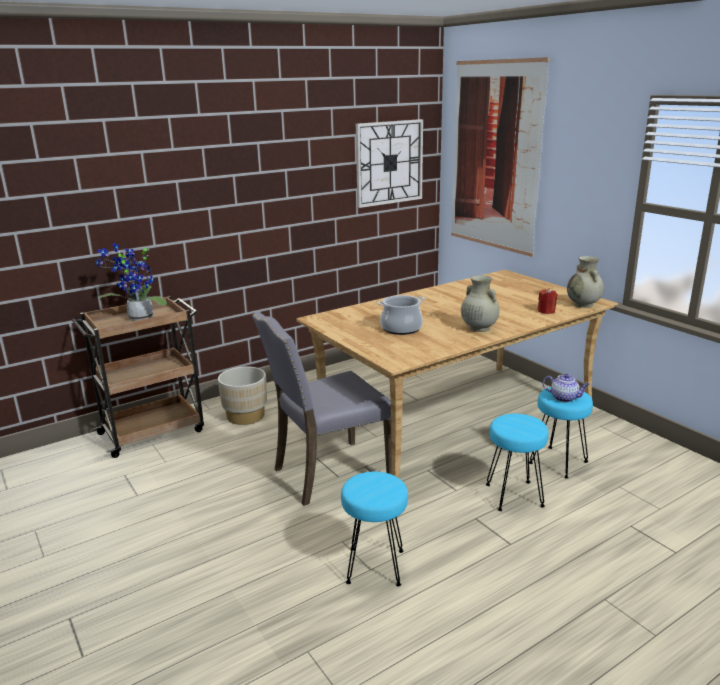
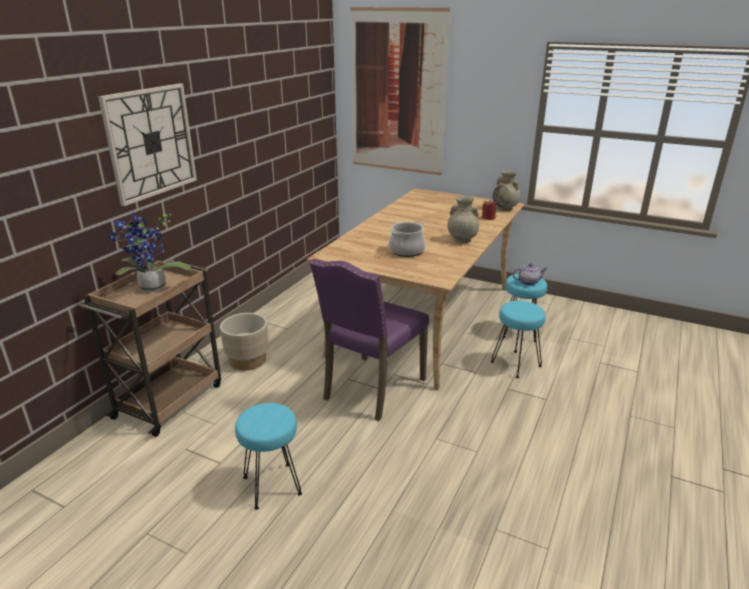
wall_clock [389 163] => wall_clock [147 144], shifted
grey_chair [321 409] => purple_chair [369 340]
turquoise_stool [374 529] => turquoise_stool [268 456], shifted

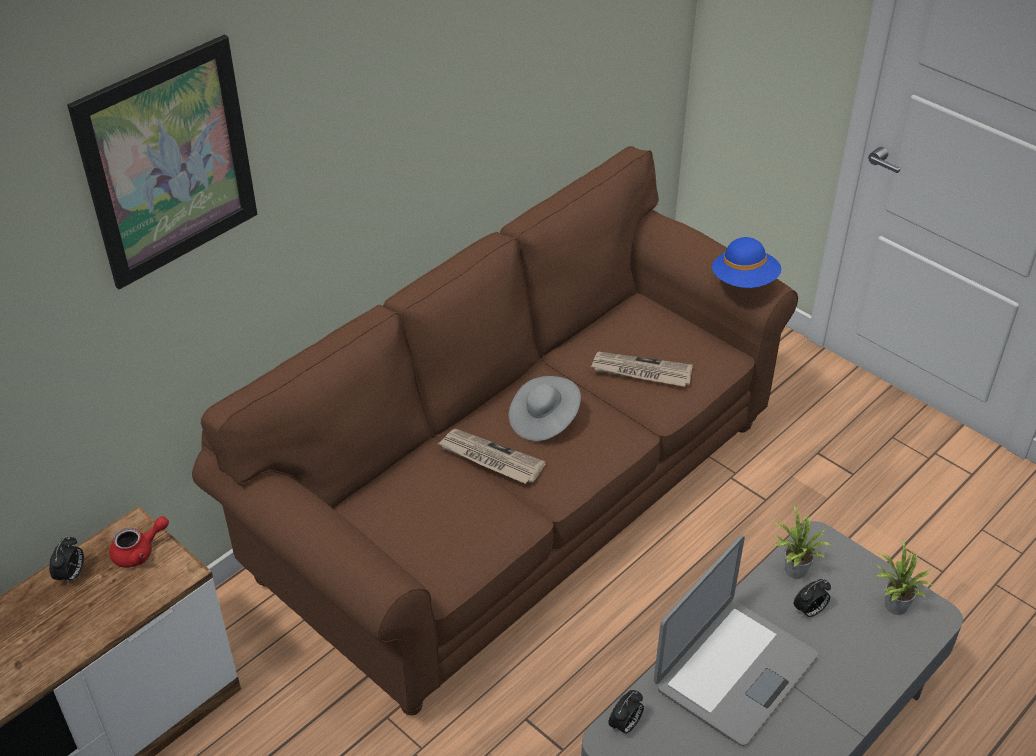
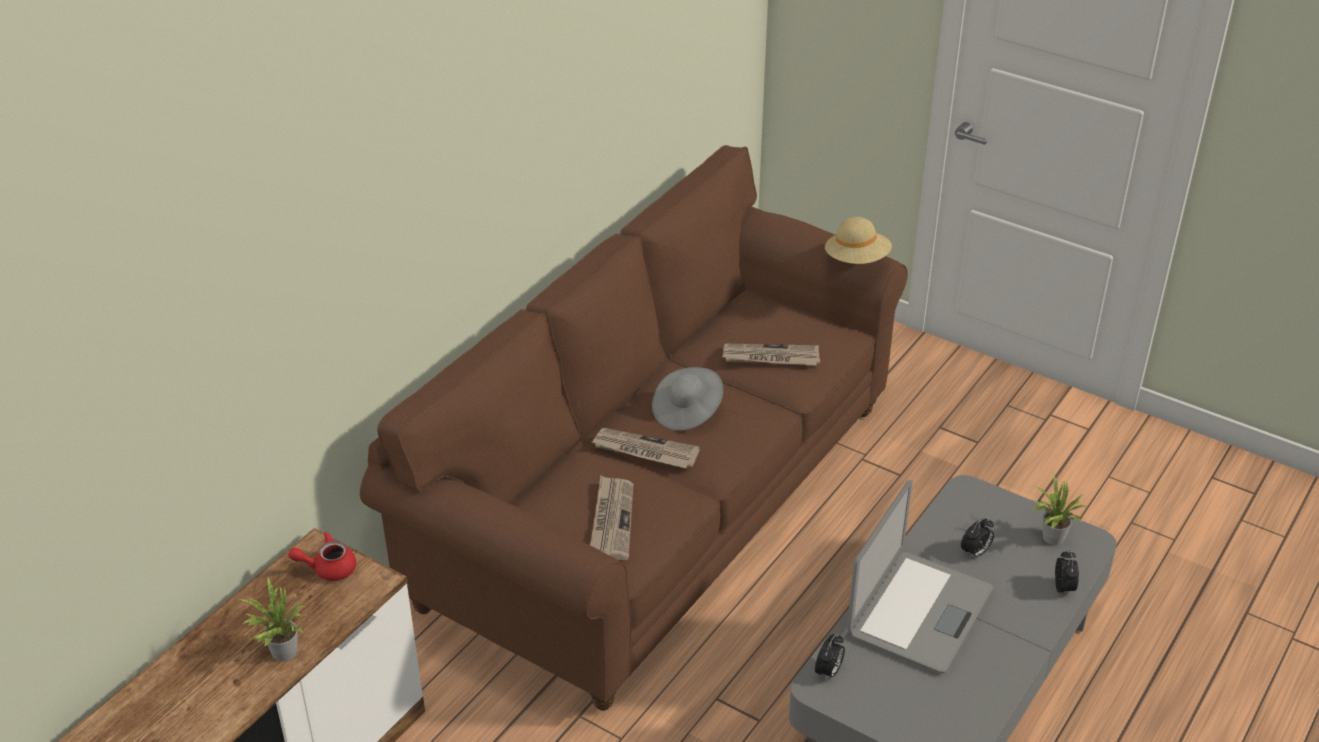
picture [162 162] => nothing
blue_hat [746 262] => beige_hat [858 240]
potted_plant [801 542] => potted_plant [271 619], shifted
red_teapot [139 542] => red_teapot [322 556], 150 degrees counterclockwise
alarm_clock [66 561] => alarm_clock [1067 573], shifted
nothing => newspaper [611 518]

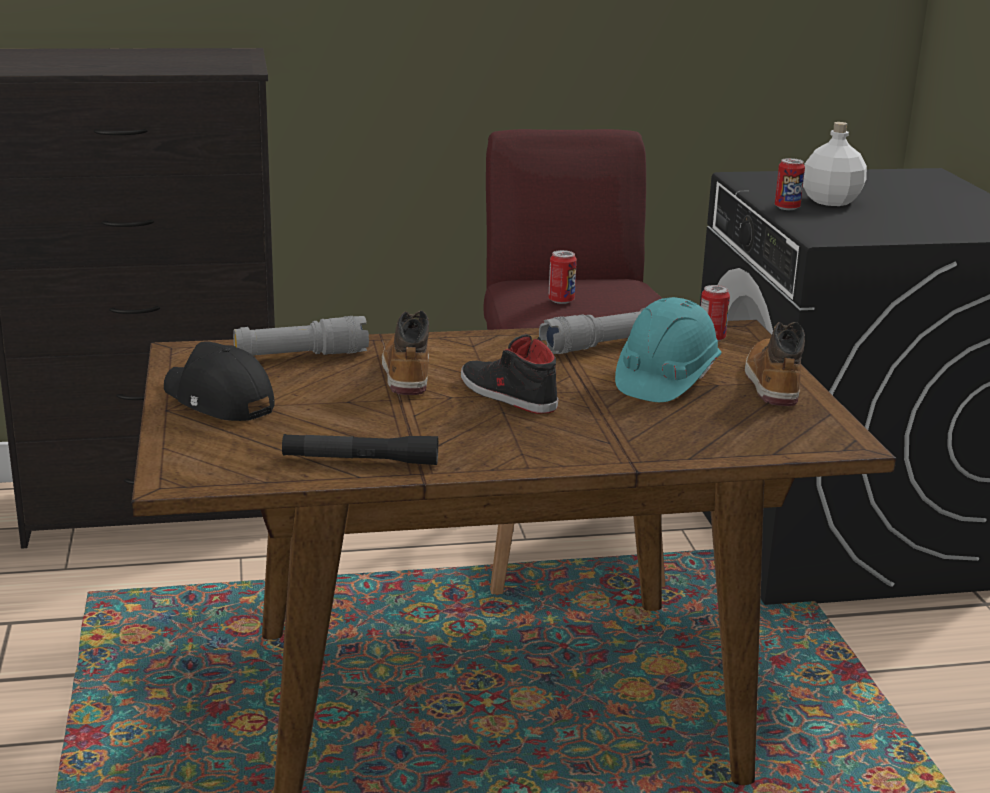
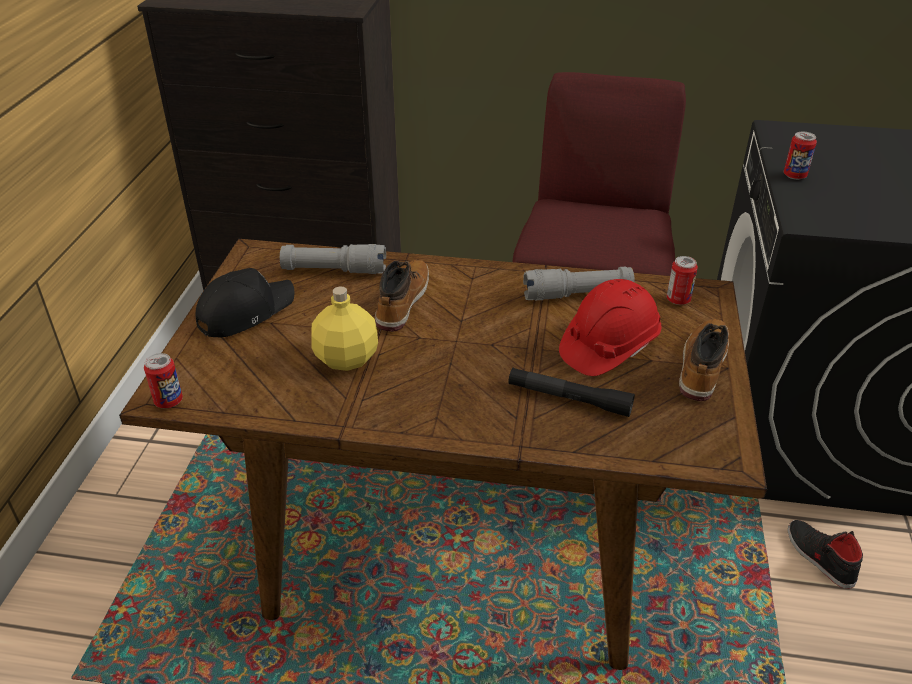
white_bottle [835 164] => nothing
can [562 277] => can [163 380], shifted
turquoise_hard_hat [668 349] => red_hard_hat [610 327]
black_shoe [510 374] => black_shoe [825 554], shifted
black_cap [219 381] => black_cap [245 302], 75 degrees clockwise
black_flashlight [360 449] => black_flashlight [571 392], shifted
nothing => yellow_bottle [344 328]

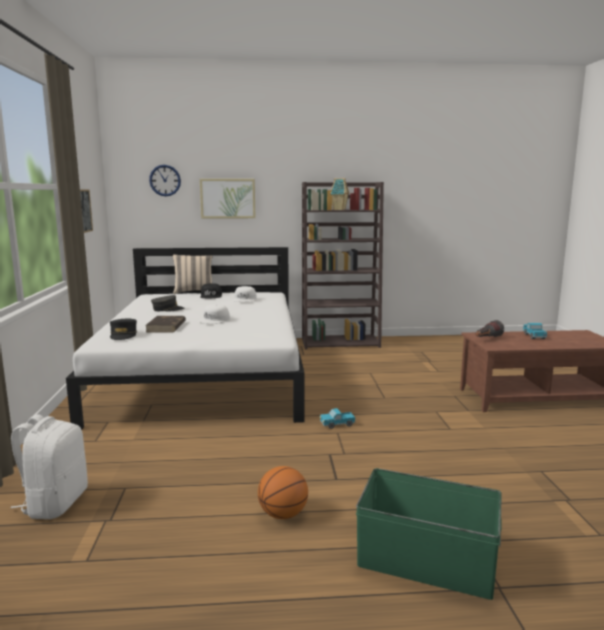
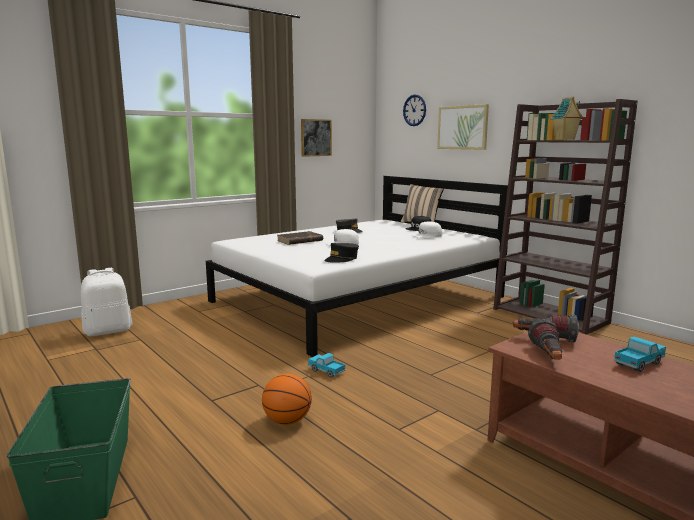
black_cap [123 329] => black_cap [341 253], shifted
basketball [283 492] => basketball [287 399], shifted
nothing => flashlight [545 339]

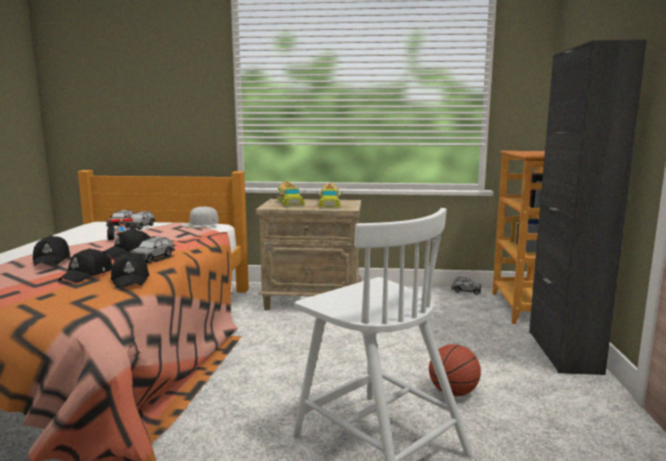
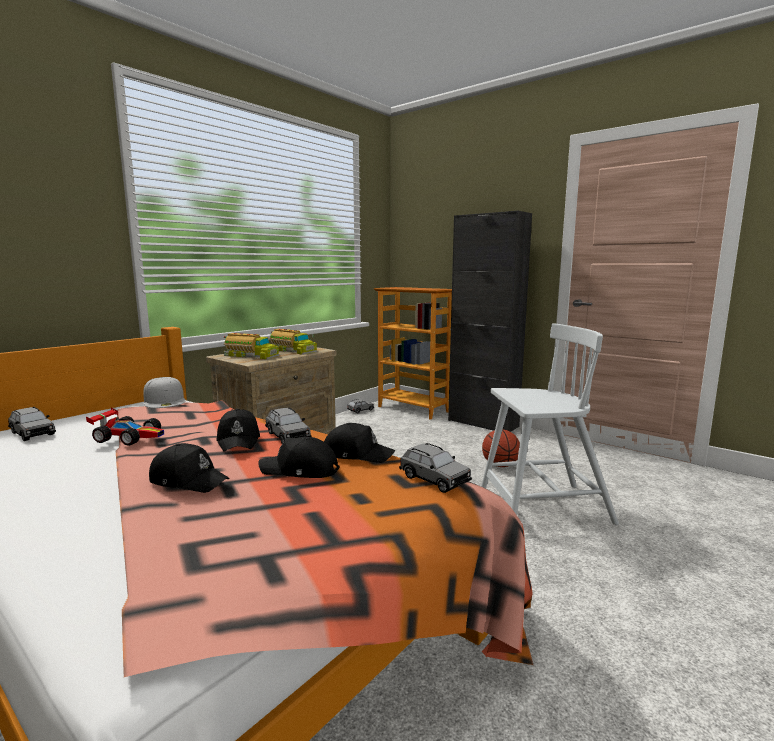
grey_toy_car [140 220] => grey_toy_car [435 468], shifted
black_cap [85 265] => black_cap [299 457], 135 degrees clockwise

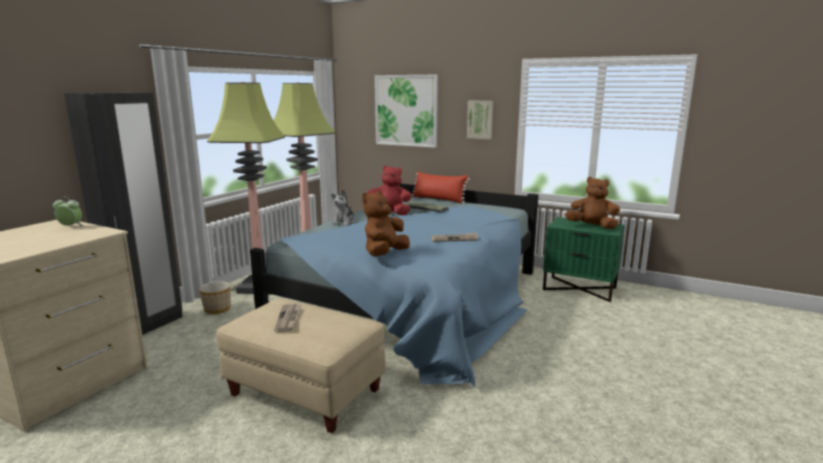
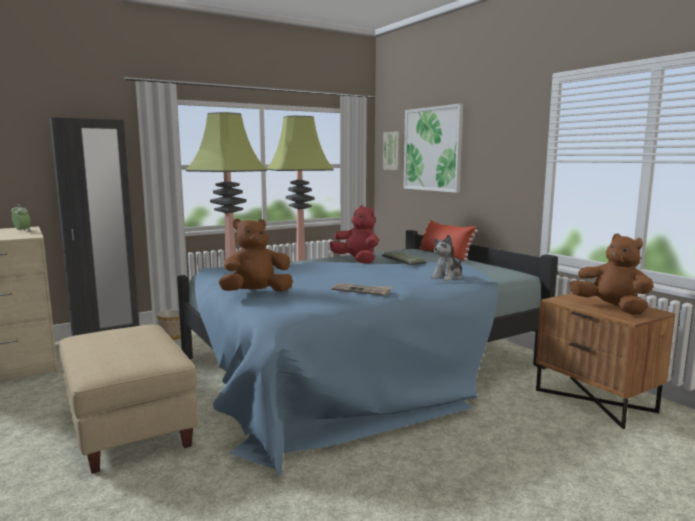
picture [480 119] => picture [392 150], shifted
plush_toy [343 208] => plush_toy [446 258], shifted
green_nightstand [584 259] => brown_nightstand [605 361]
newspaper [288 318] => nothing

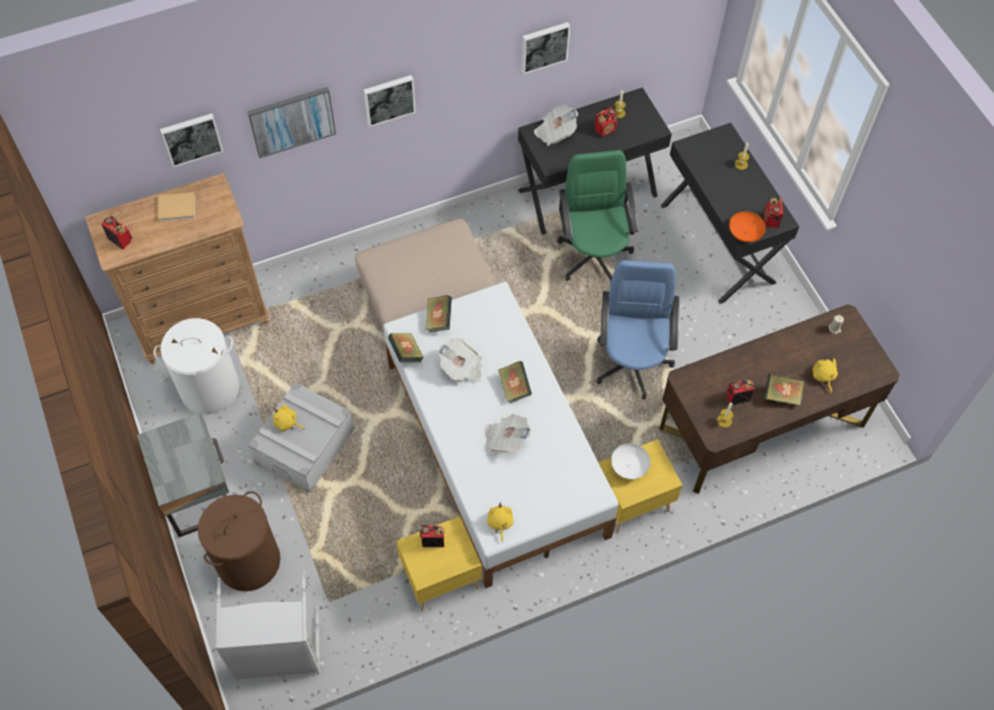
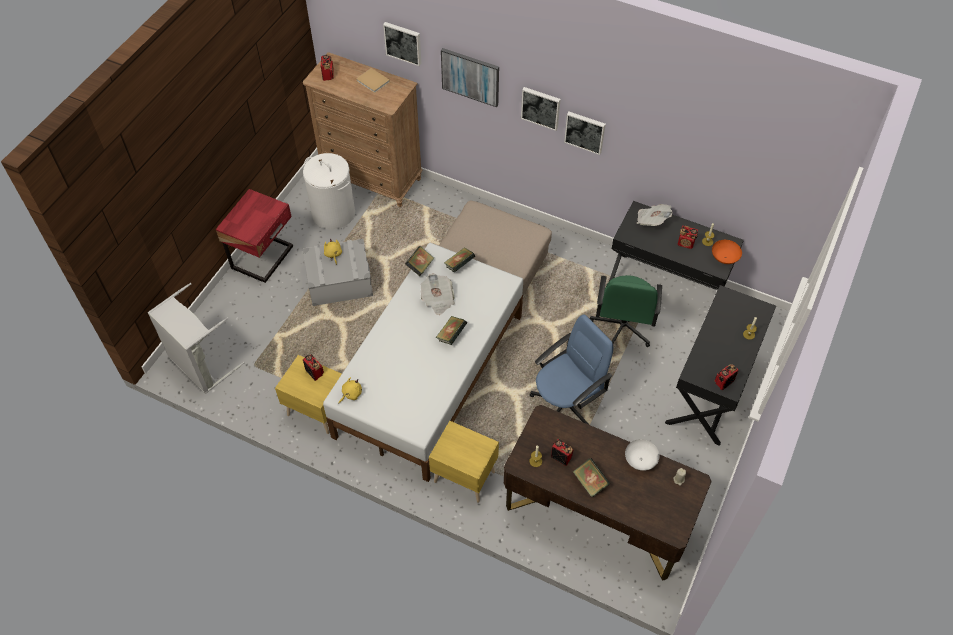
picture [545 48] => picture [585 133], shifted
green_office_chair [598 217] => green_office_chair [626 311], 150 degrees clockwise
orange_bowl [747 226] => orange_bowl [727 252], shifted
yellow_plush_toy [825 374] => nothing
grey_nightstand [183 474] => red_nightstand [254 236]
newspaper [508 434] => nothing
white_bowl [630 461] => white_bowl [642 455], shifted
brown_laundry_basket [239 541] => nothing

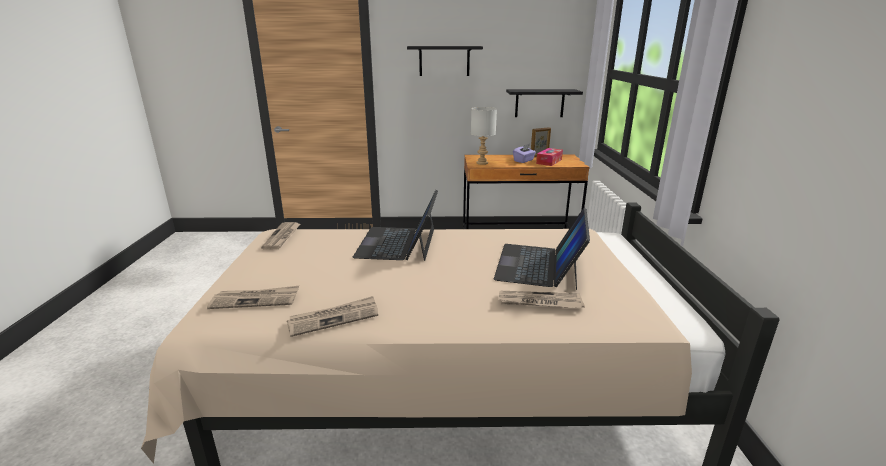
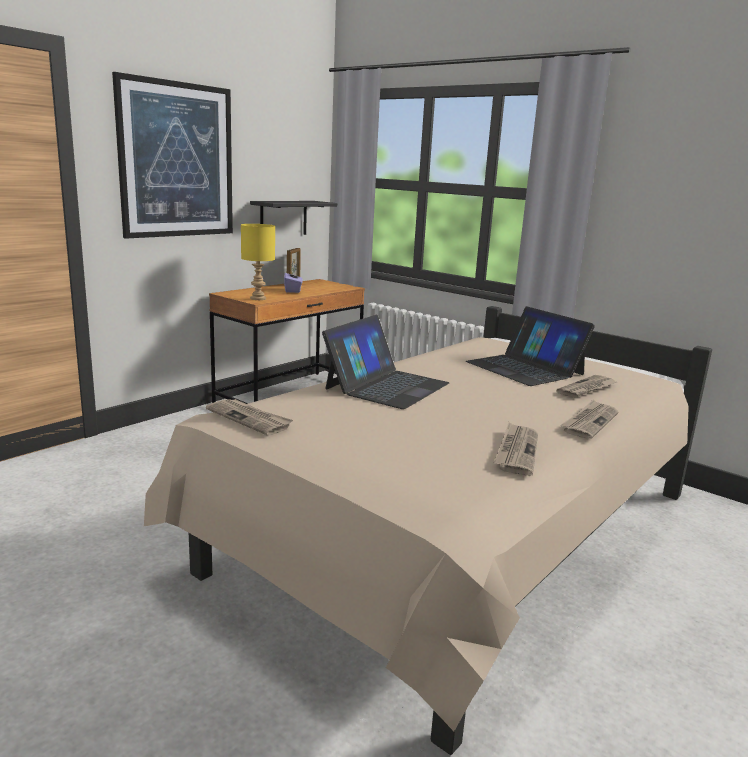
black_shelf [445 61] => picture [172 155]
grey_table_lamp [484 136] => yellow_table_lamp [258 262]
tissue_box [549 157] => nothing
laptop [395 225] => laptop [385 362], 105 degrees counterclockwise
newspaper [253 297] => newspaper [589 419], shifted

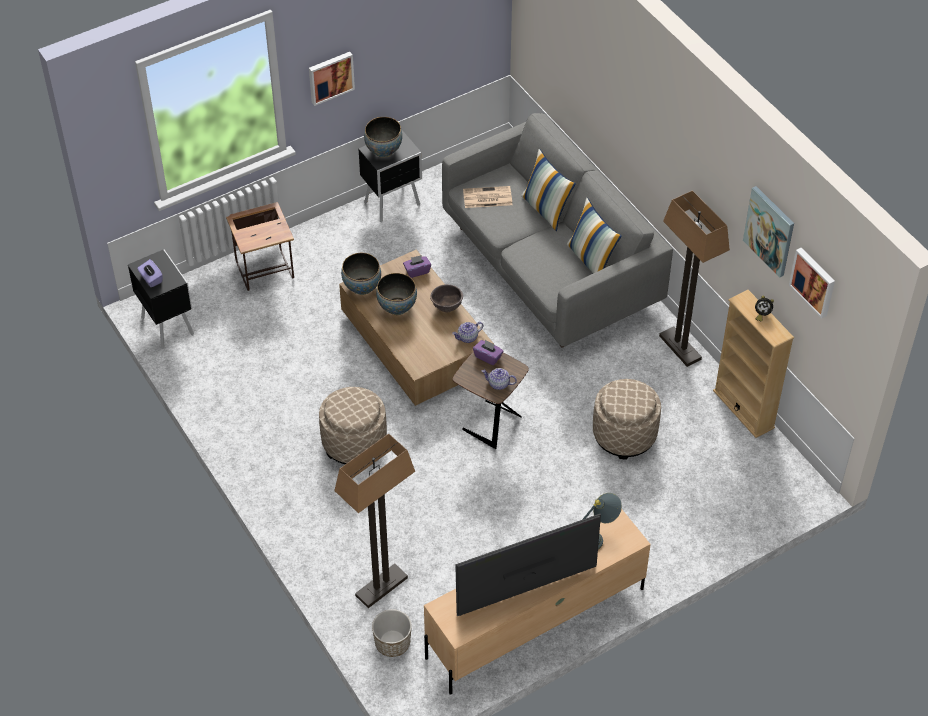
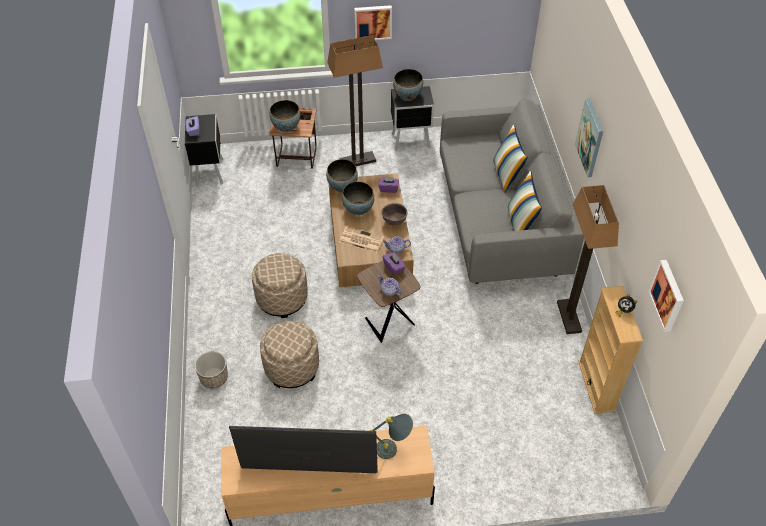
newspaper [487 197] => newspaper [361 239], shifted
picture [768 232] => picture [589 137], shifted
beige_ottoman [627 419] => beige_ottoman [289 354], shifted
floor_lamp [374 520] => floor_lamp [355 100], shifted
planter [392 633] => planter [211 369], shifted
nothing => bowl [285 116]

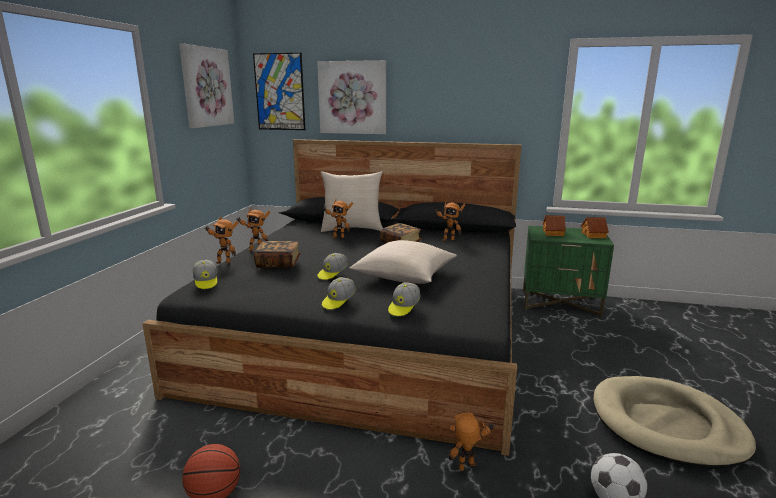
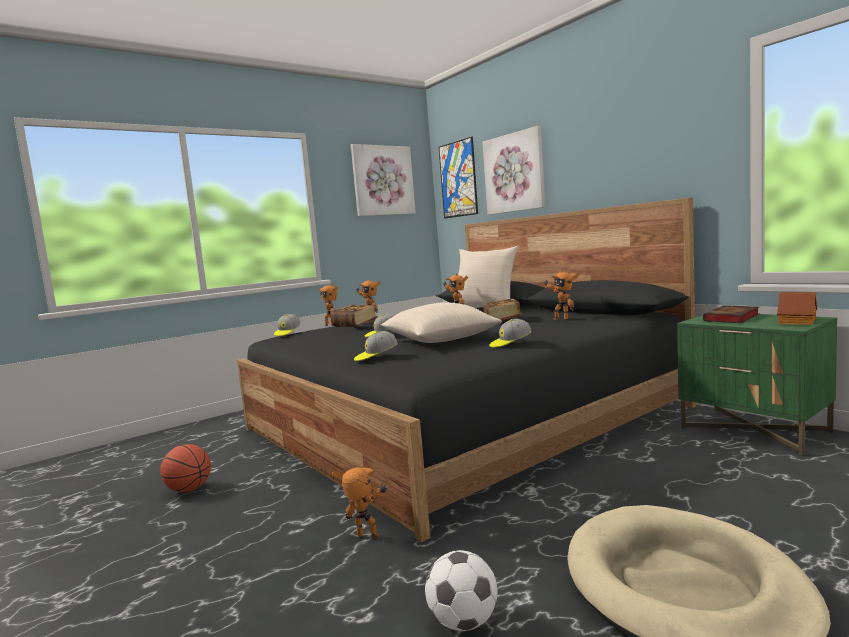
toy_house [554 225] => book [731 314]
cap [339 293] => cap [510 333], shifted

